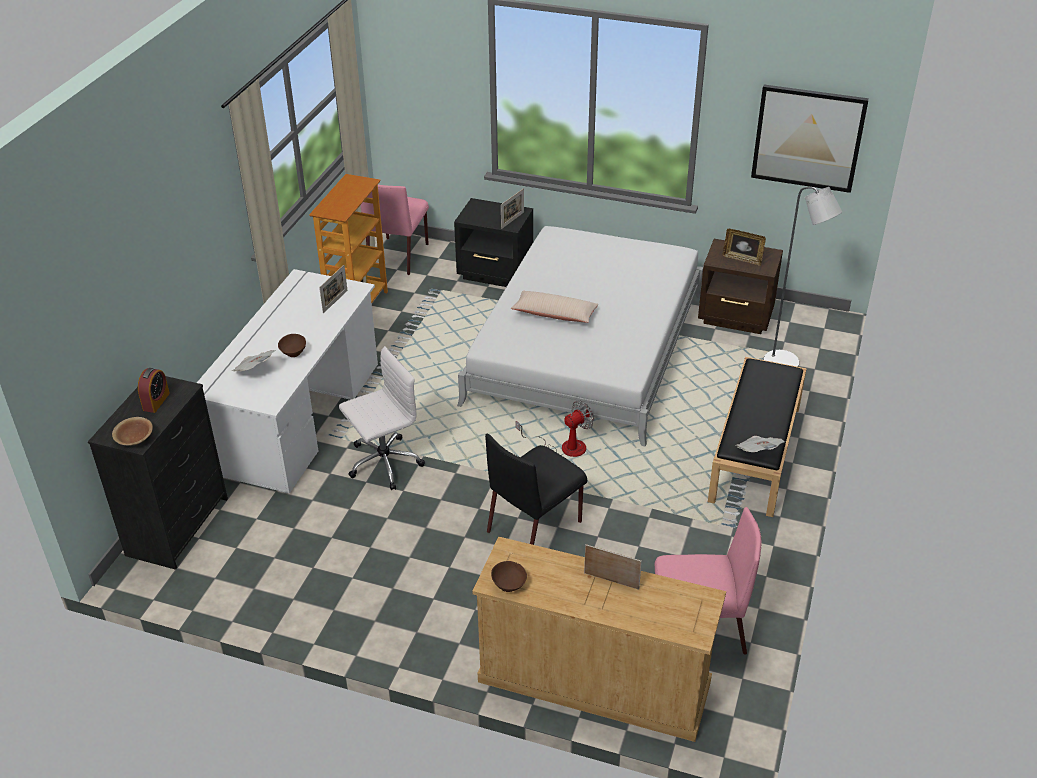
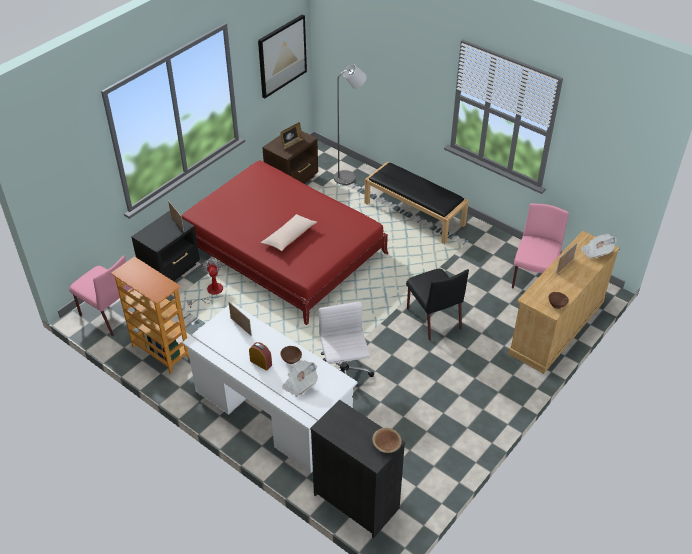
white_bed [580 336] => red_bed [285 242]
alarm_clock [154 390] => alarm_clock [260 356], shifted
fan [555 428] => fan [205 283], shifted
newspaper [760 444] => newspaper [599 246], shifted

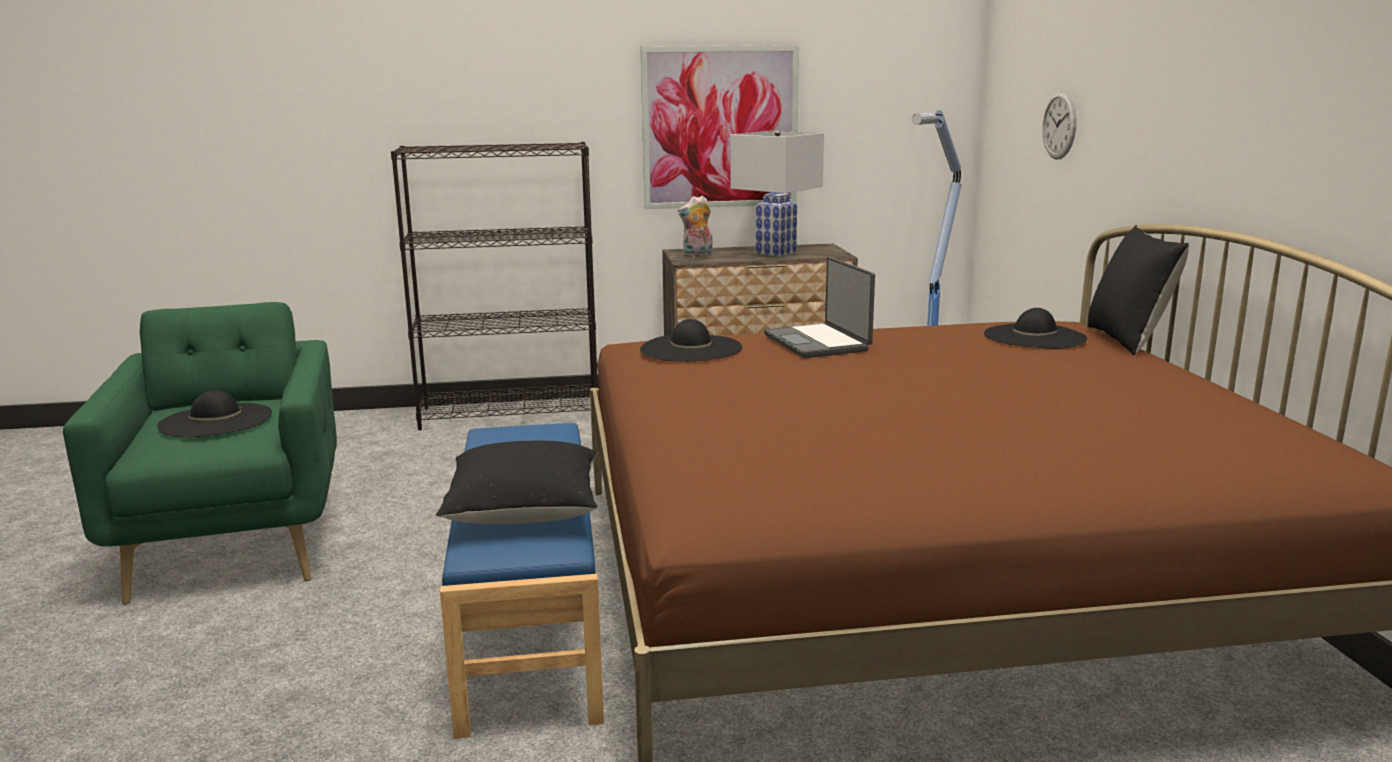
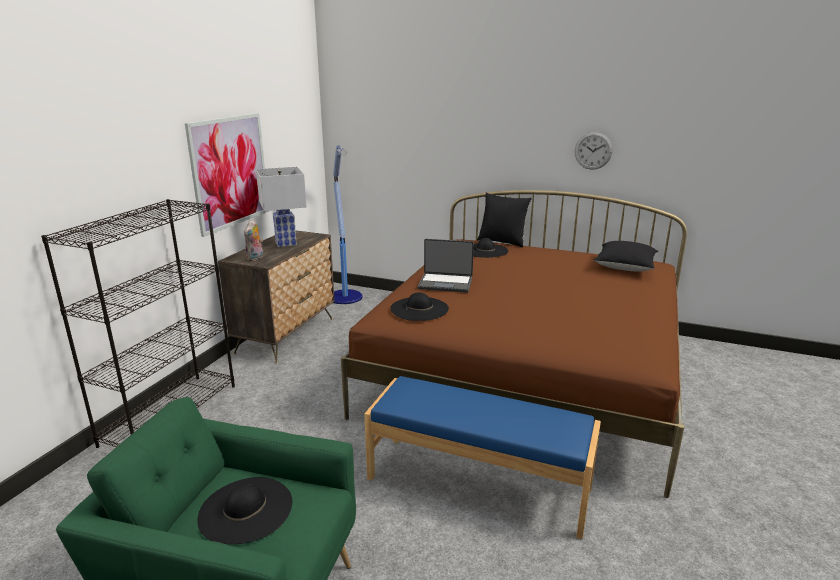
wall_clock [1059 125] => wall_clock [593 151], shifted
black_pillow [516 482] => black_pillow [626 256], shifted

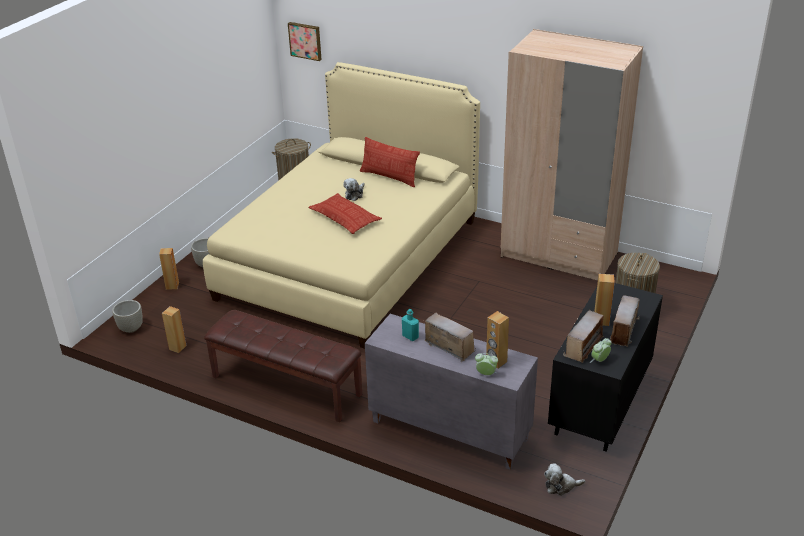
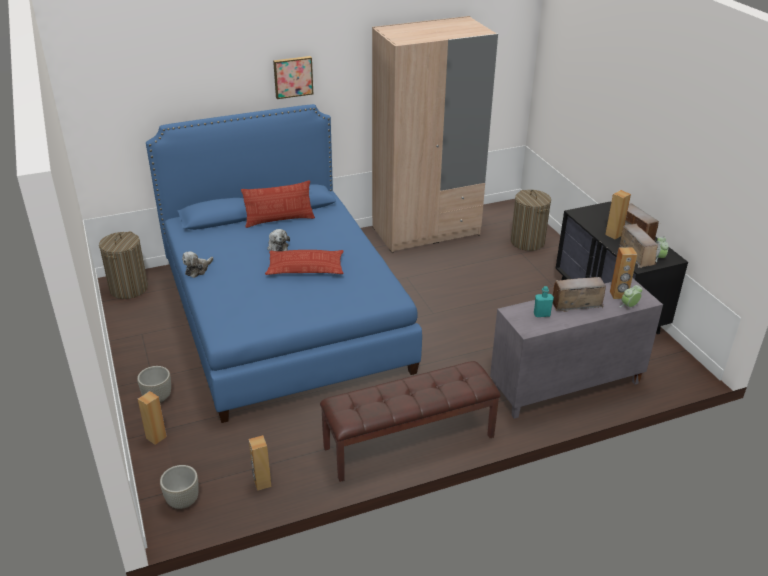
picture [305 41] => picture [293 77], shifted
beige_bed [341 205] => blue_bed [284 263]
plush_toy [564 479] => plush_toy [197 264], shifted

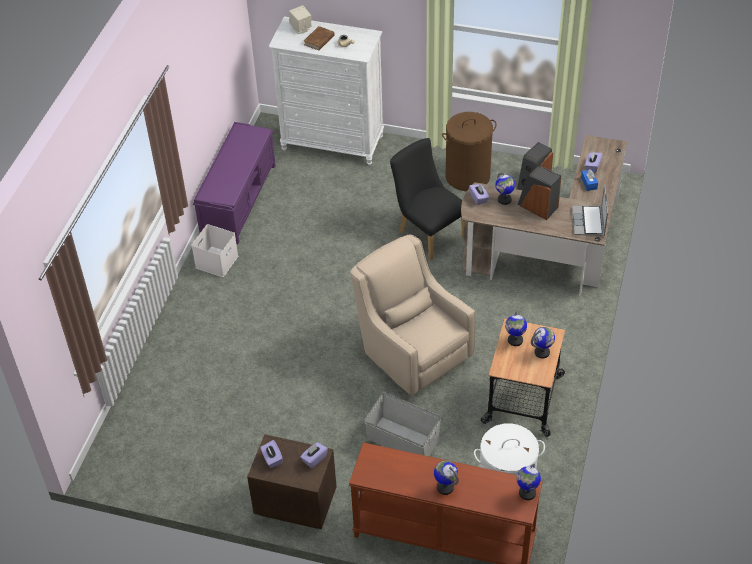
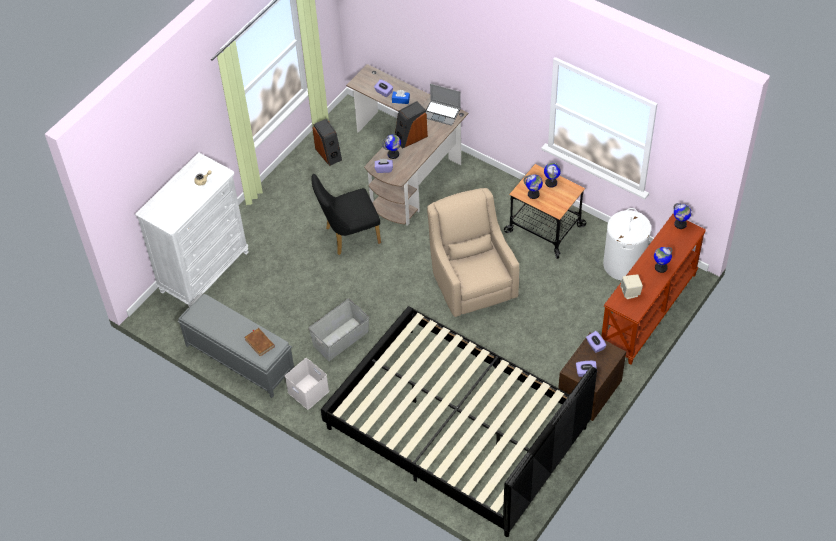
beige_speaker [300 19] => beige_speaker [631 286], shifted
brown_book [319 38] => brown_book [260 342], shifted
brown_laundry_basket [469 151] => nothing
purple_bench [234 183] => grey_bench [236 346]
beige_armchair [413 315] => beige_armchair [473 252], 90 degrees clockwise
grey_storage_box [402 424] => grey_storage_box [339 330], shifted
nothing => black_bed [459 421]

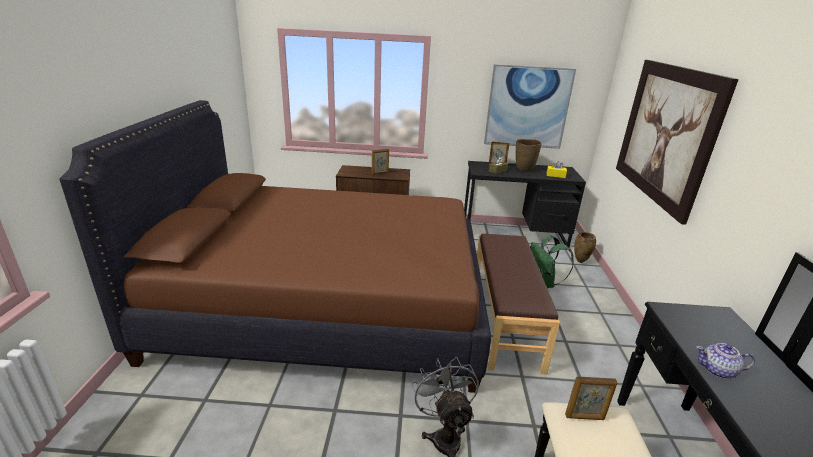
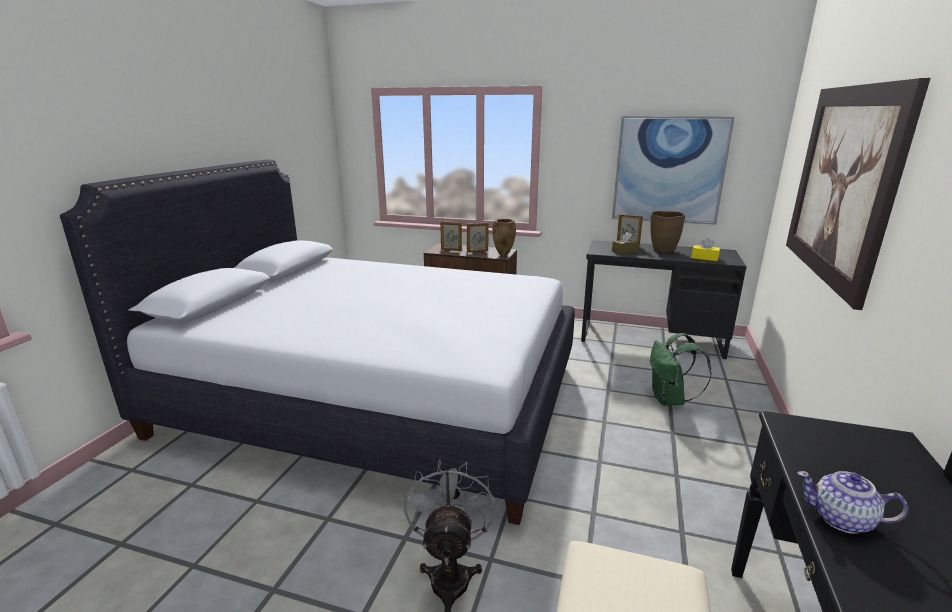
brown_bed [275 246] => white_bed [317 342]
brown_vase [585 247] => brown_vase [504 238], shifted
brown_bench [518 304] => nothing
picture_frame [591 398] => picture_frame [451 236], shifted

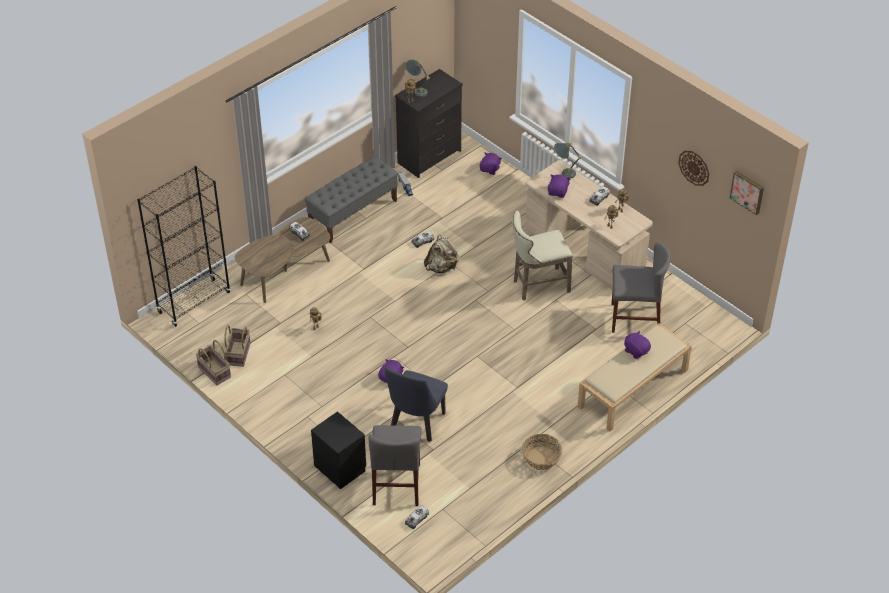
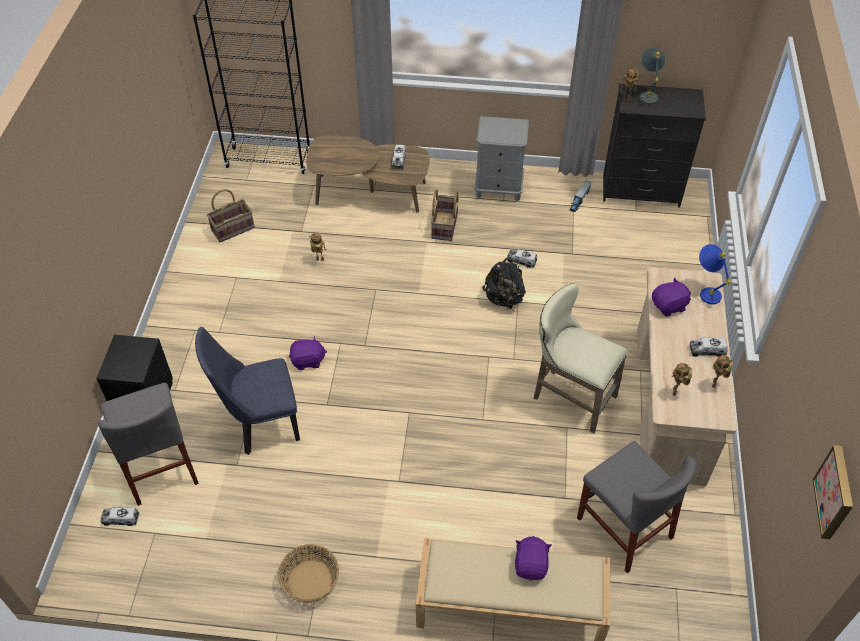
grey_table_lamp [568 160] => blue_table_lamp [715 274]
wall_clock [693 168] => nothing
purple_plush_toy [491 163] => nothing
grey_bench [351 199] => grey_nightstand [501 158]
beige_backpack [442 254] => black_backpack [504 283]
basket [213 362] => basket [445 215], shifted
grey_chair [395 465] => grey_chair [148 444], 75 degrees counterclockwise

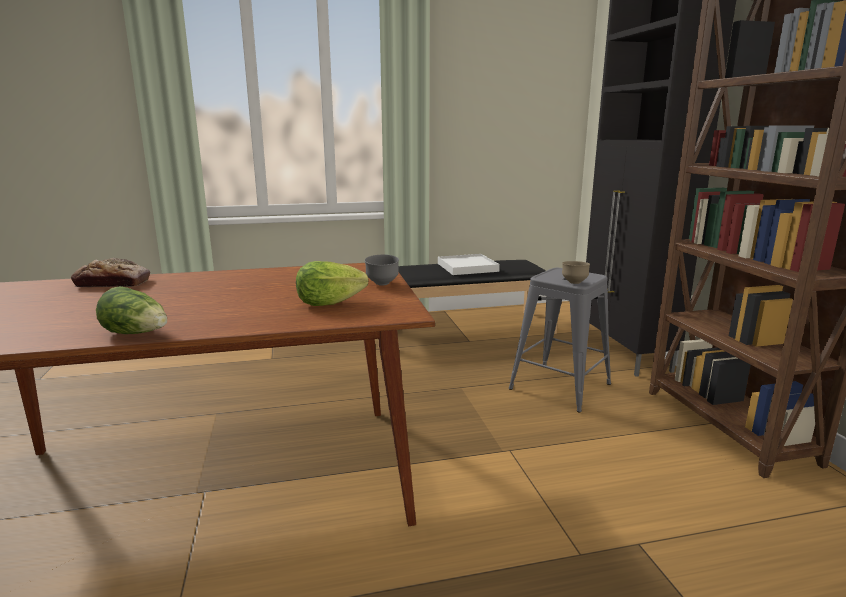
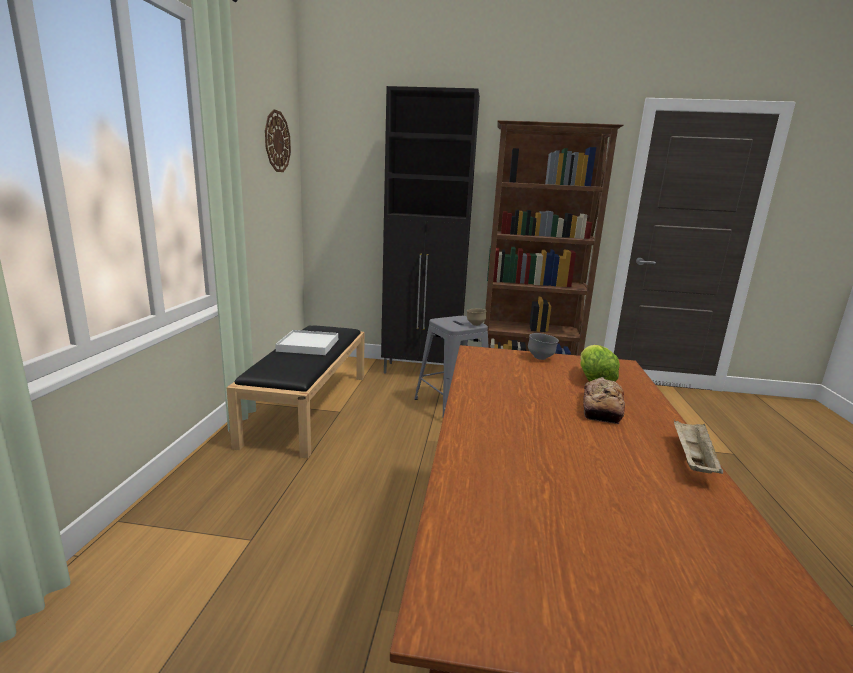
bread [110 272] => bread [604 400], shifted
lettuce [131 310] => beige_tray [698 447]
nothing => wall_clock [278 140]

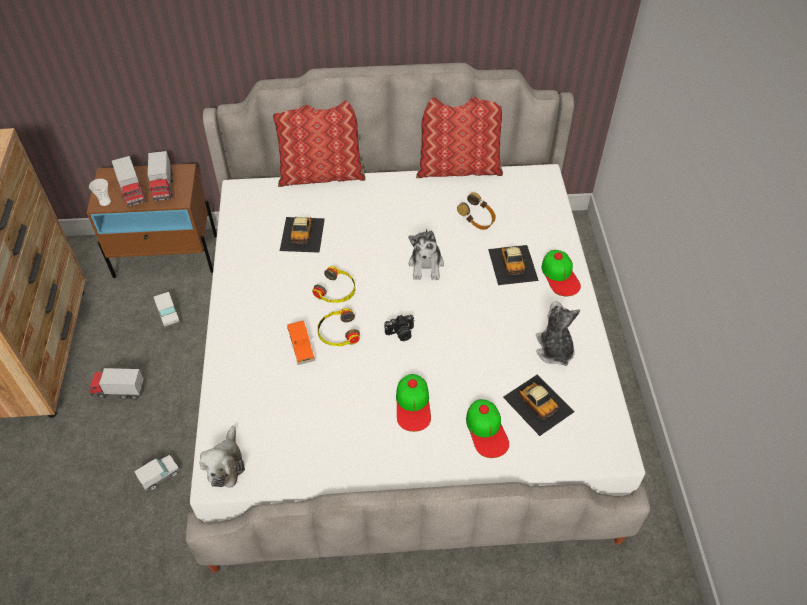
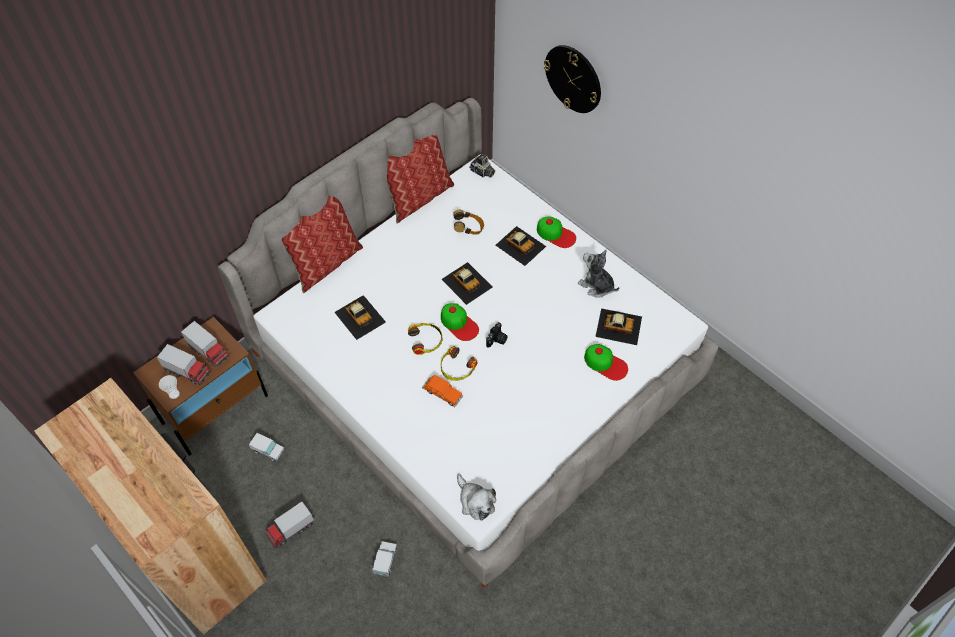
plush_toy [426 254] => toy_car [467 283]
cap [413 403] => cap [460 322], shifted
nothing => wall_clock [572 79]
nothing => photo_camera [482 166]

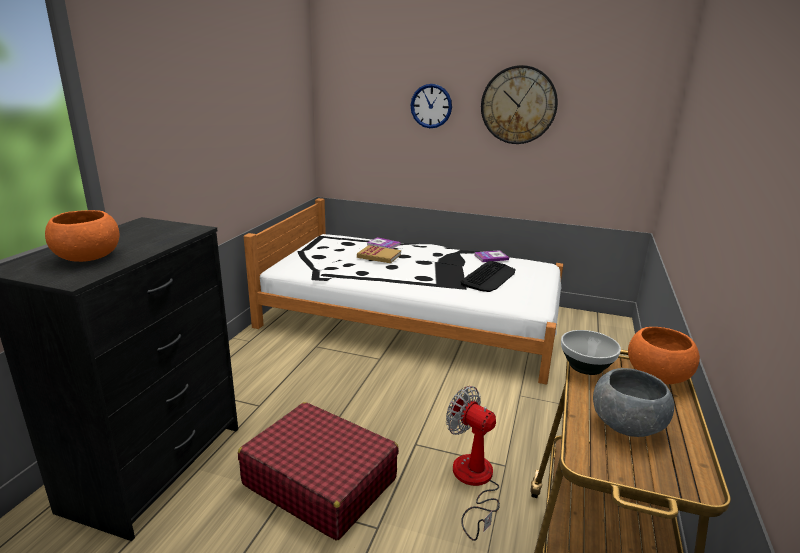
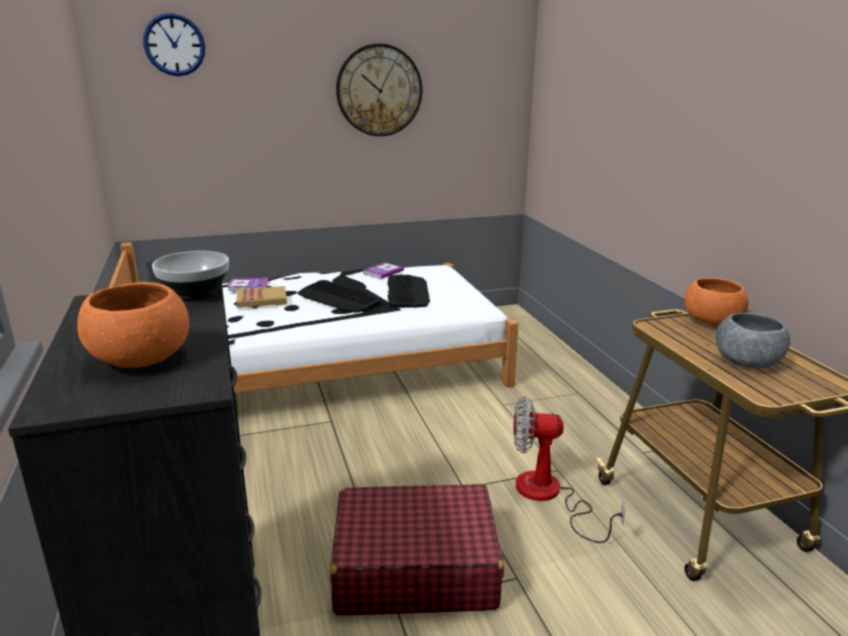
wall_clock [431 106] => wall_clock [174 44], shifted
bowl [591 352] => bowl [190 276], shifted
nothing => keyboard [339 296]

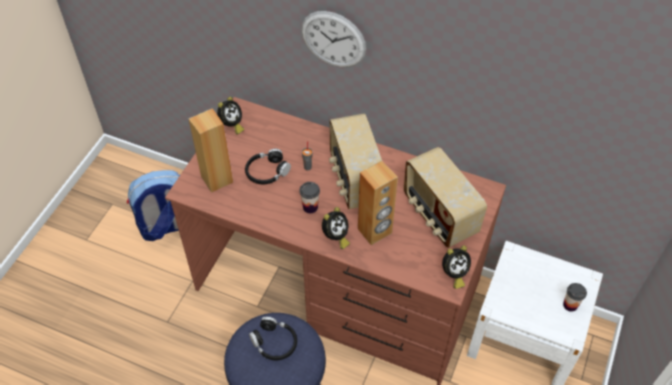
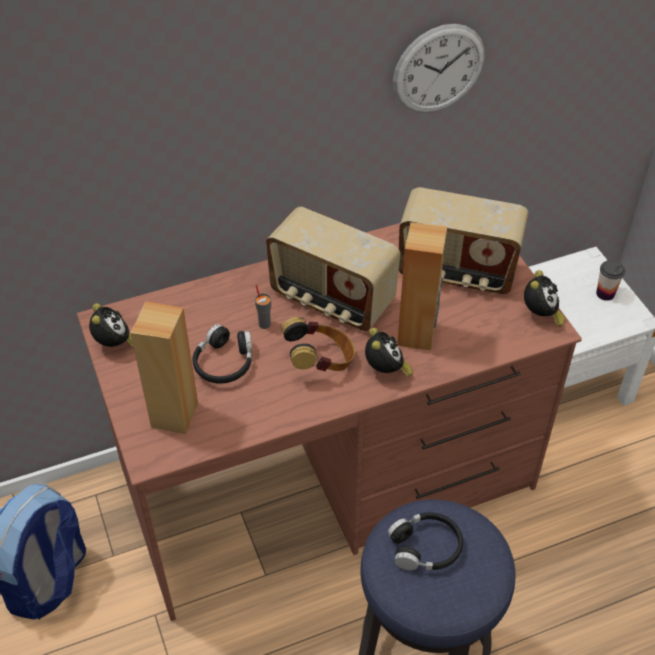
wall_clock [333 39] => wall_clock [438 68], shifted
cup [310 197] => headphones [318 344]

